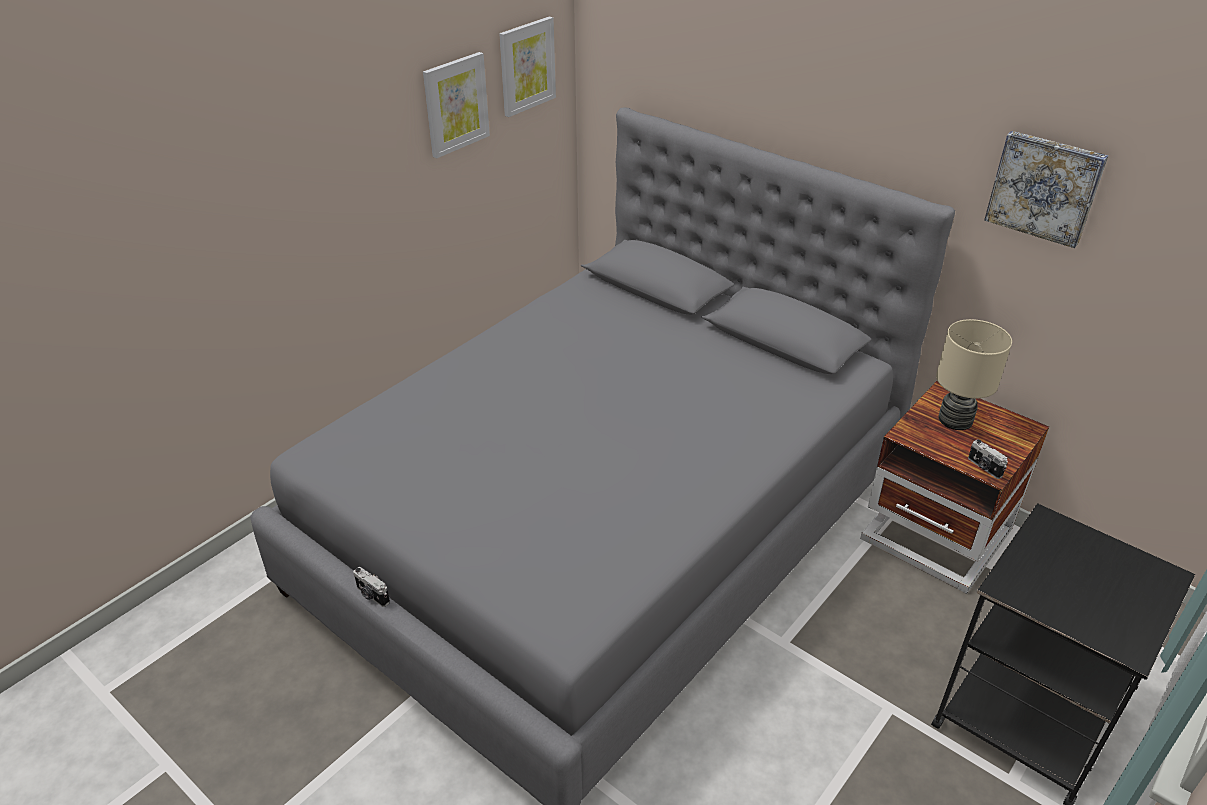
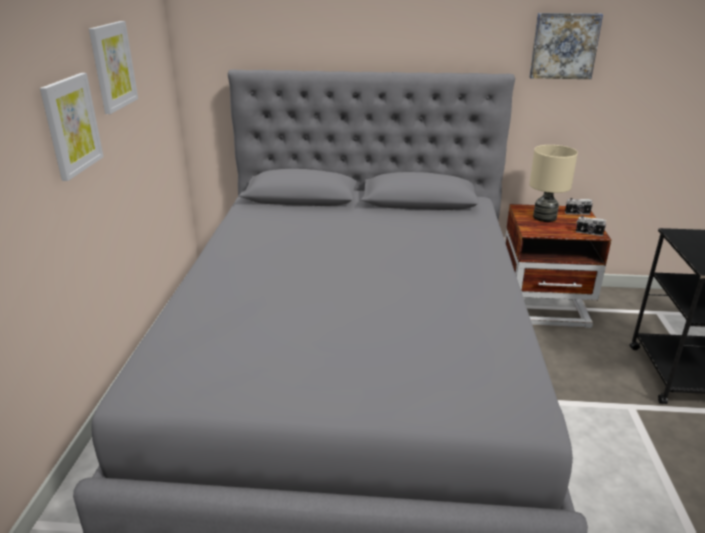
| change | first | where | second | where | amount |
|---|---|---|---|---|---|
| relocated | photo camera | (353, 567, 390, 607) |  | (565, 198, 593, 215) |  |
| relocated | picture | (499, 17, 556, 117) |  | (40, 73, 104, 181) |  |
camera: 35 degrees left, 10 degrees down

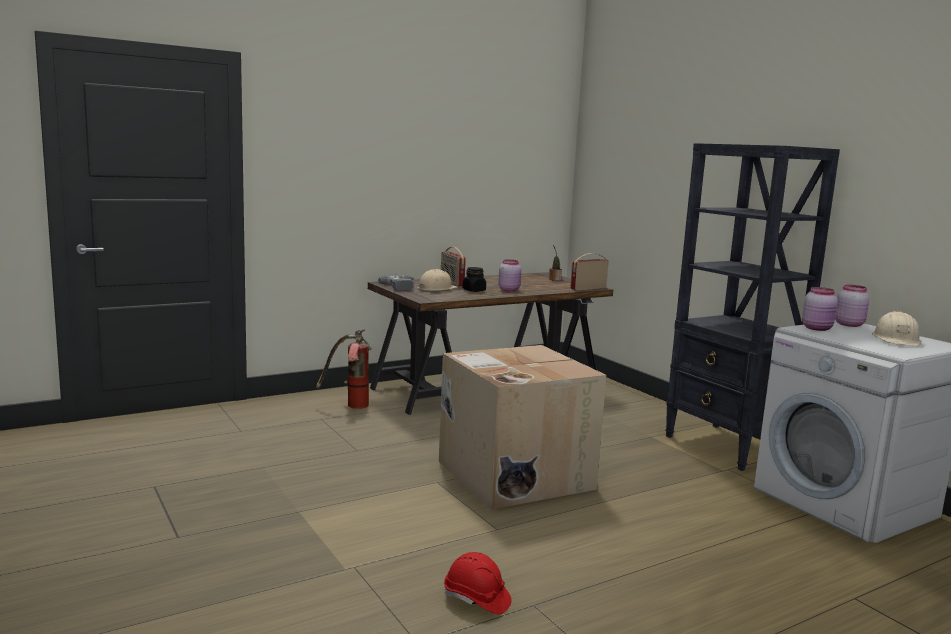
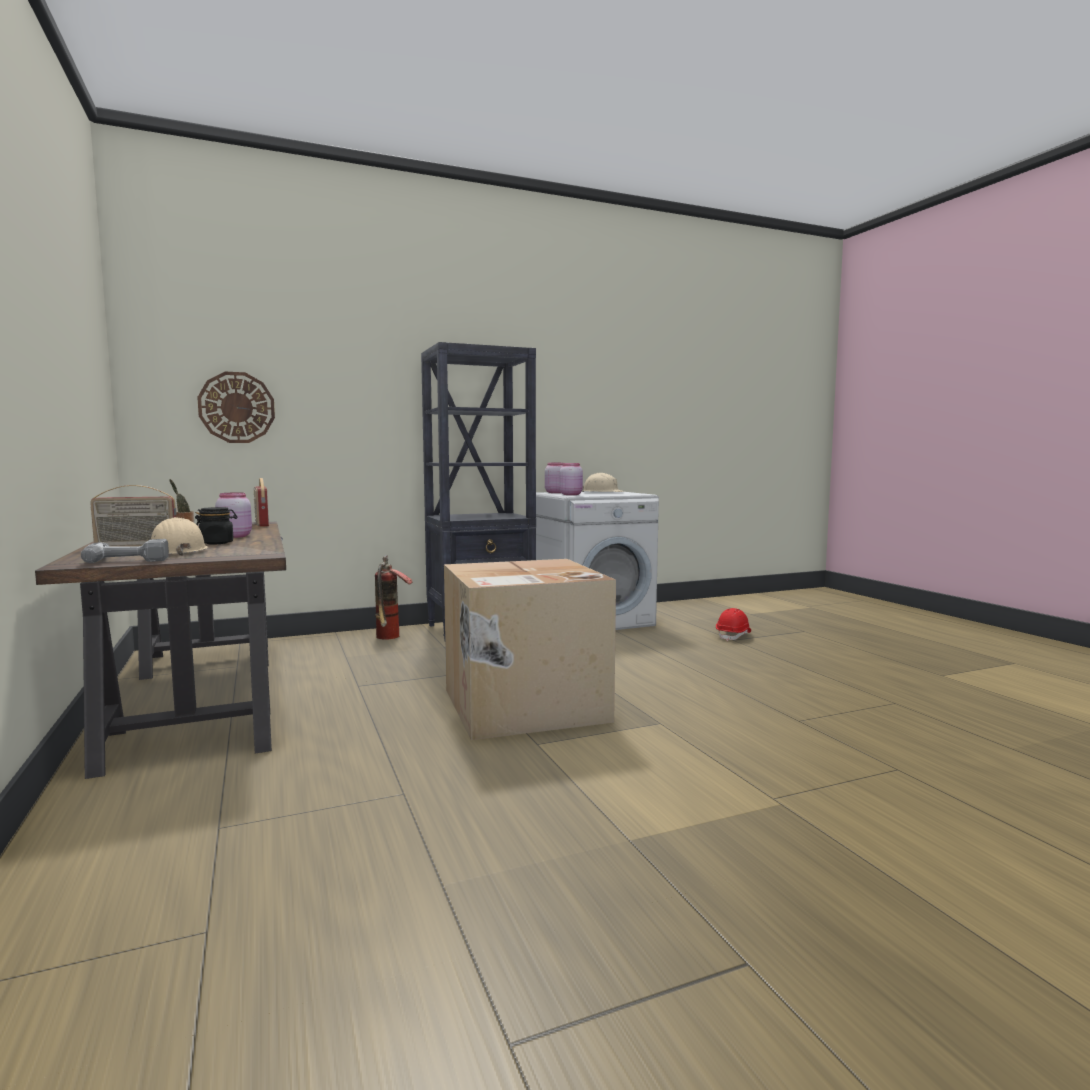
| change | first | where | second | where | amount |
|---|---|---|---|---|---|
| appeared |  |  | clock on the wall | (197, 372, 275, 443) |  |
| relocated | fire extinguisher | (316, 329, 372, 409) |  | (375, 555, 413, 640) |  |
| relocated | reddish work helmet | (444, 552, 512, 614) |  | (716, 608, 751, 641) |  |
camera: 80 degrees left, 5 degrees down

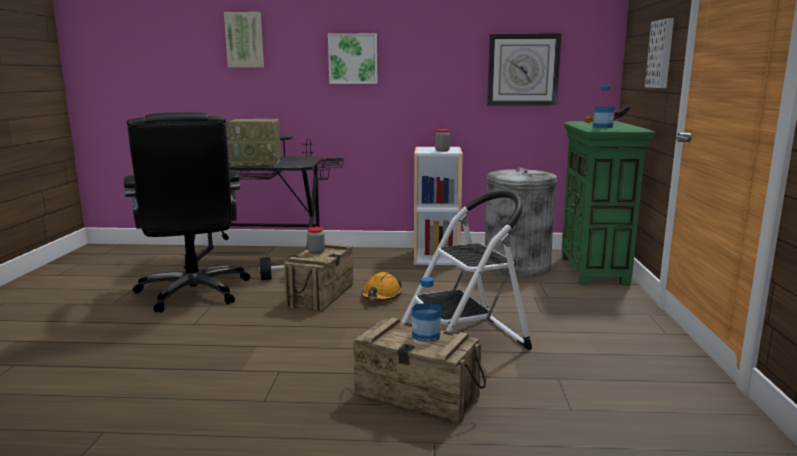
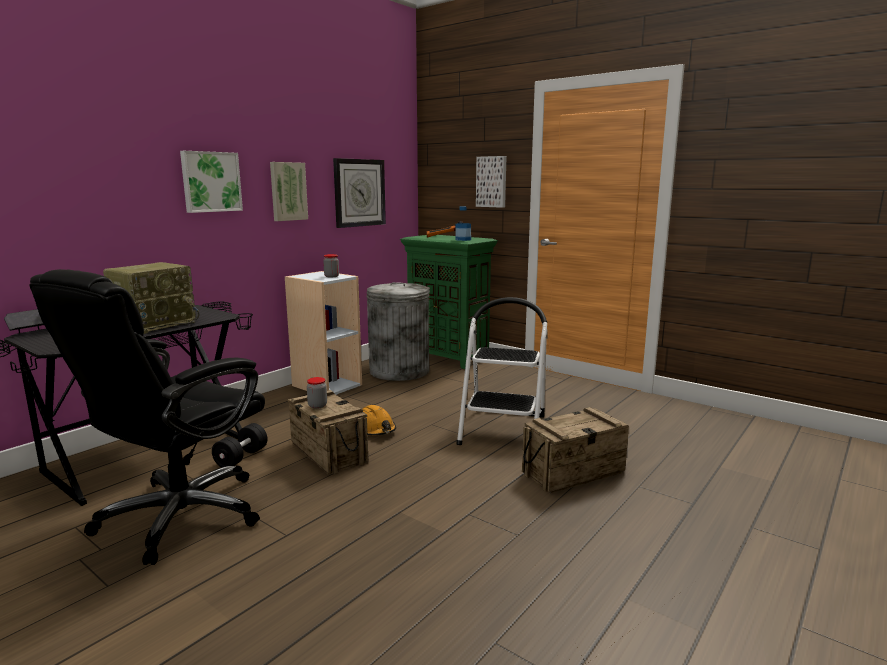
| change | first | where | second | where | amount |
|---|---|---|---|---|---|
| missing | bottle | (412, 277, 441, 342) |  |  |  |
| relocated | picture | (224, 12, 264, 67) |  | (270, 162, 308, 221) |  |
| spun | black-coloured office chair | (124, 112, 250, 313) |  | (29, 269, 265, 565) | 105 degrees clockwise |
camera: 55 degrees left, 0 degrees up

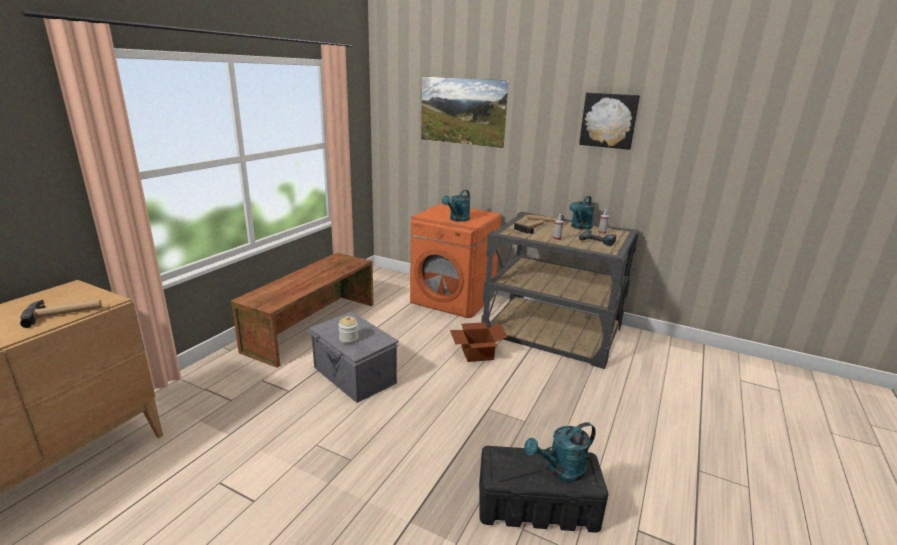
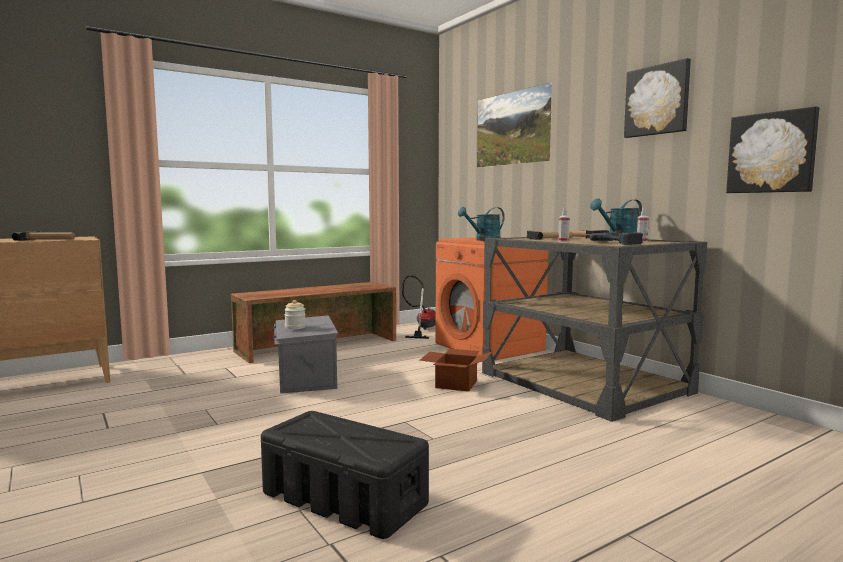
| change | first | where | second | where | amount |
|---|---|---|---|---|---|
| missing | blue-green sprinkling can | (524, 422, 596, 482) |  |  |  |
| appeared |  |  | hoover | (402, 275, 436, 339) |  |
| appeared |  |  | picture | (726, 106, 819, 193) |  |
camera: 30 degrees right, 15 degrees down

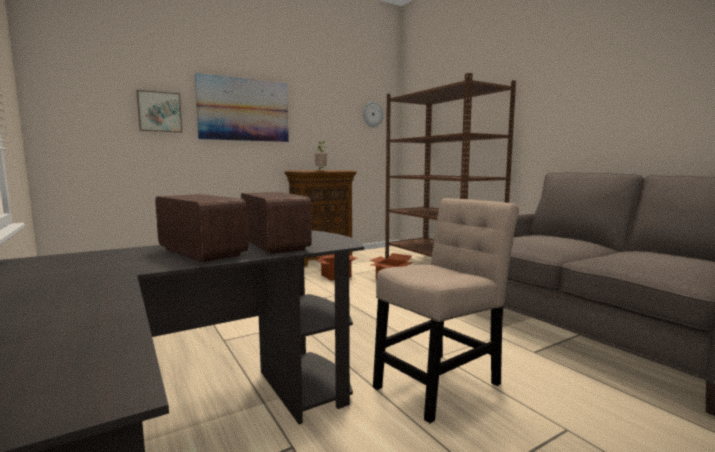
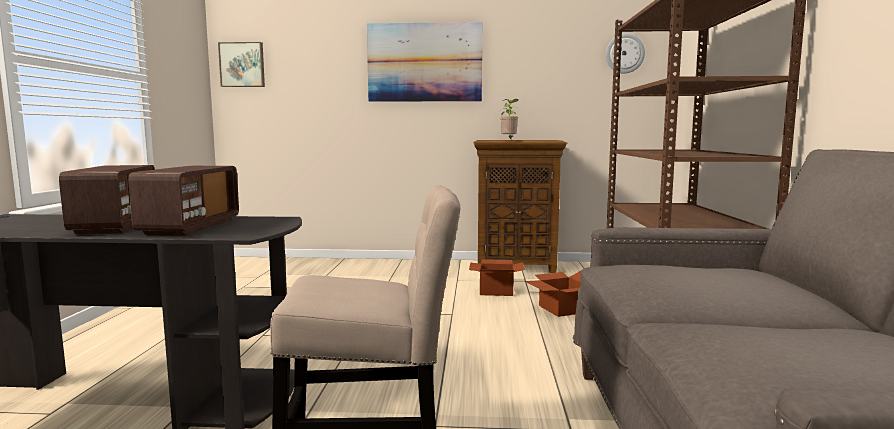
| change | first | where | second | where | amount |
|---|---|---|---|---|---|
| relocated | picture | (136, 90, 182, 132) |  | (218, 42, 265, 87) |  |
camera: 35 degrees right, 0 degrees up

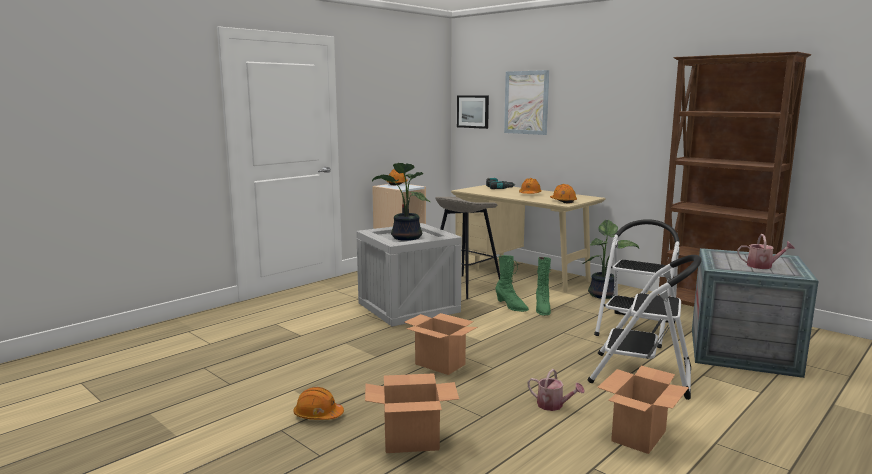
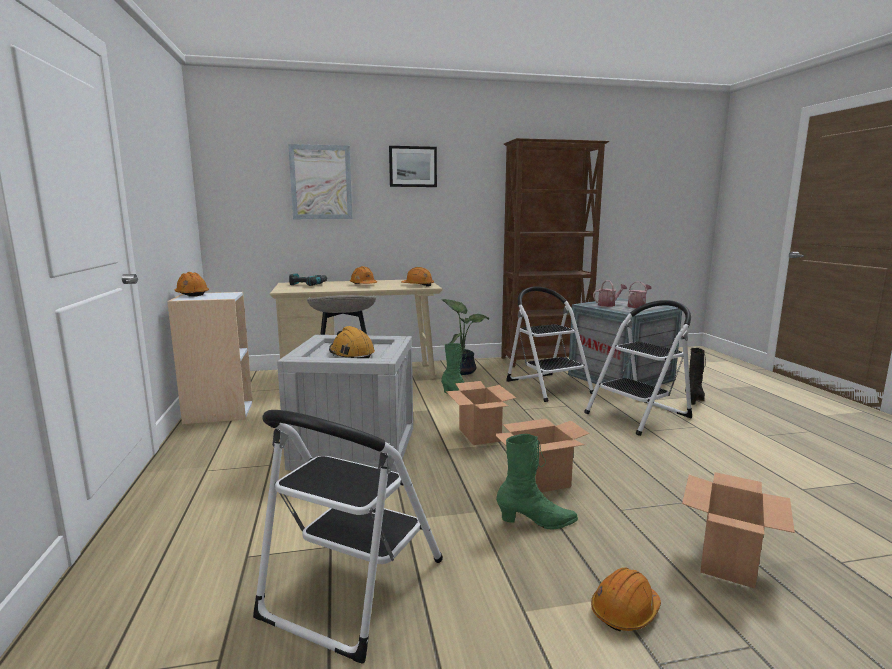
| change | first | where | second | where | amount |
|---|---|---|---|---|---|
| appeared |  |  | stepladder | (253, 410, 443, 664) |  |
| appeared |  |  | black-coloured tall boot | (685, 348, 706, 405) |  |
| relocated | picture | (457, 95, 489, 129) |  | (389, 146, 437, 187) |  |
| relocated | greenish tall boot | (495, 255, 529, 312) |  | (496, 434, 578, 529) |  |
| relocated | sprinkling can | (528, 369, 585, 411) |  | (593, 280, 627, 307) |  |
| relocated | packing box | (597, 366, 689, 454) |  | (446, 381, 516, 445) |  |
| exchanged | plant in a pot | (372, 163, 430, 241) | orangey work helmet | (329, 326, 375, 358) |  |
camera: 55 degrees left, 0 degrees up

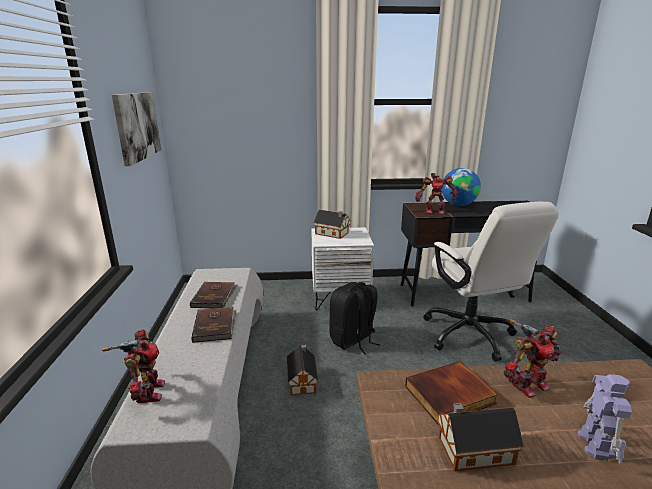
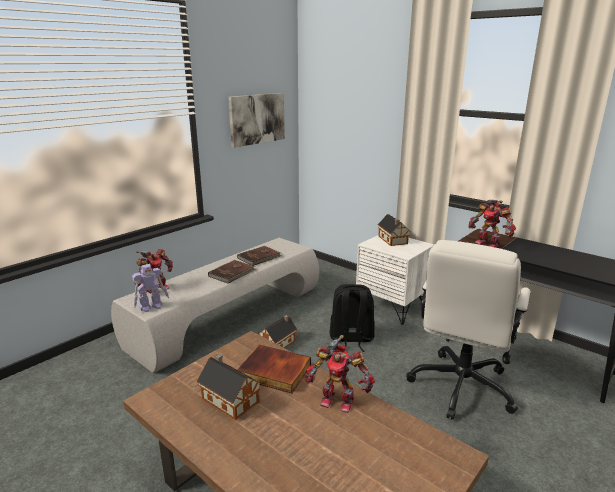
| change | first | where | second | where | amount |
|---|---|---|---|---|---|
| missing | desk globe | (441, 168, 481, 206) |  |  |  |
| relocated | toy robot | (577, 374, 632, 463) |  | (132, 264, 169, 312) |  |
camera: 45 degrees right, 0 degrees up

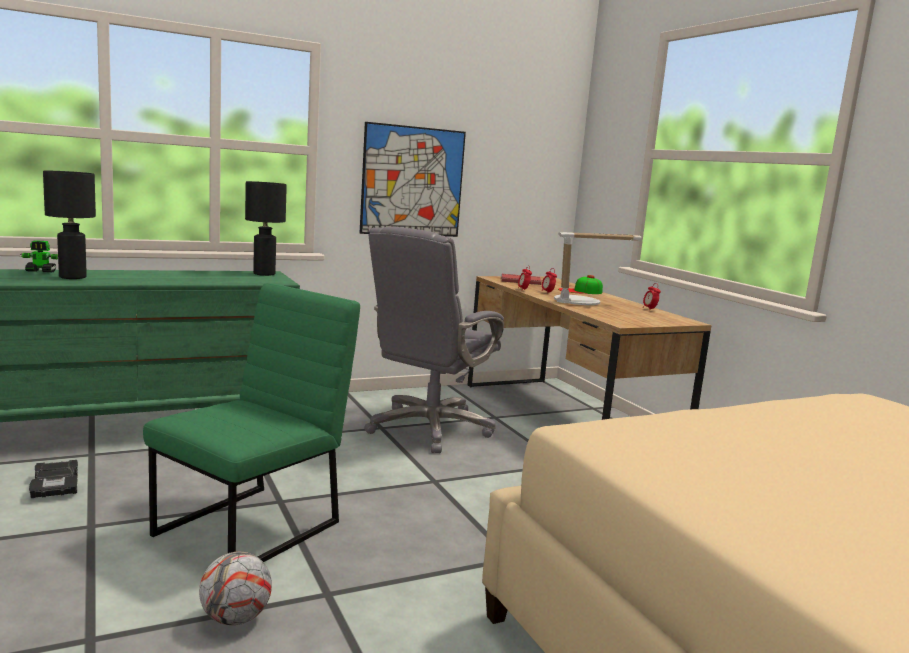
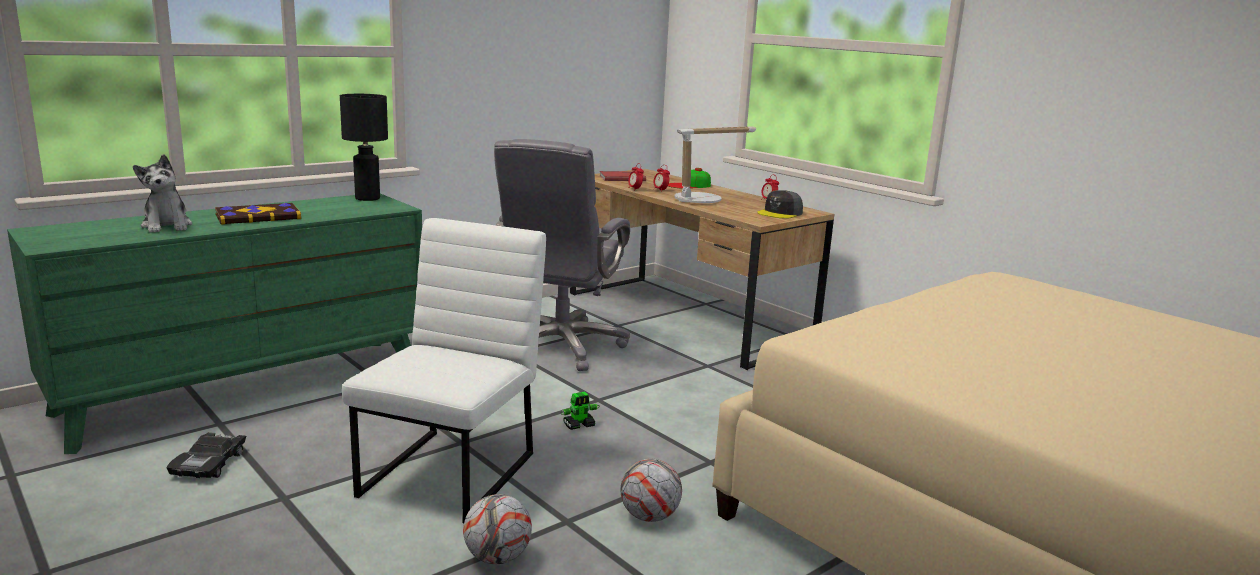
| change | first | where | second | where | amount |
|---|---|---|---|---|---|
| missing | picture | (360, 122, 466, 237) |  |  |  |
| appeared |  |  | bound book | (215, 203, 301, 225) |  |
| appeared |  |  | football | (620, 459, 682, 522) |  |
| appeared |  |  | gray peaked cap | (757, 190, 803, 219) |  |
| relocated | toy robot | (20, 240, 58, 273) |  | (560, 392, 600, 430) |  |
| exchanged | black-coloured tabletop lamp | (43, 171, 96, 279) | plush toy | (133, 154, 192, 233) |  |
| colour | greenish chair | (143, 283, 360, 562) | white chair | (342, 218, 546, 523) |  |
| spun | black-coloured toy car | (29, 460, 78, 498) |  | (166, 432, 246, 478) | 45 degrees clockwise |
camera: 15 degrees left, 5 degrees up

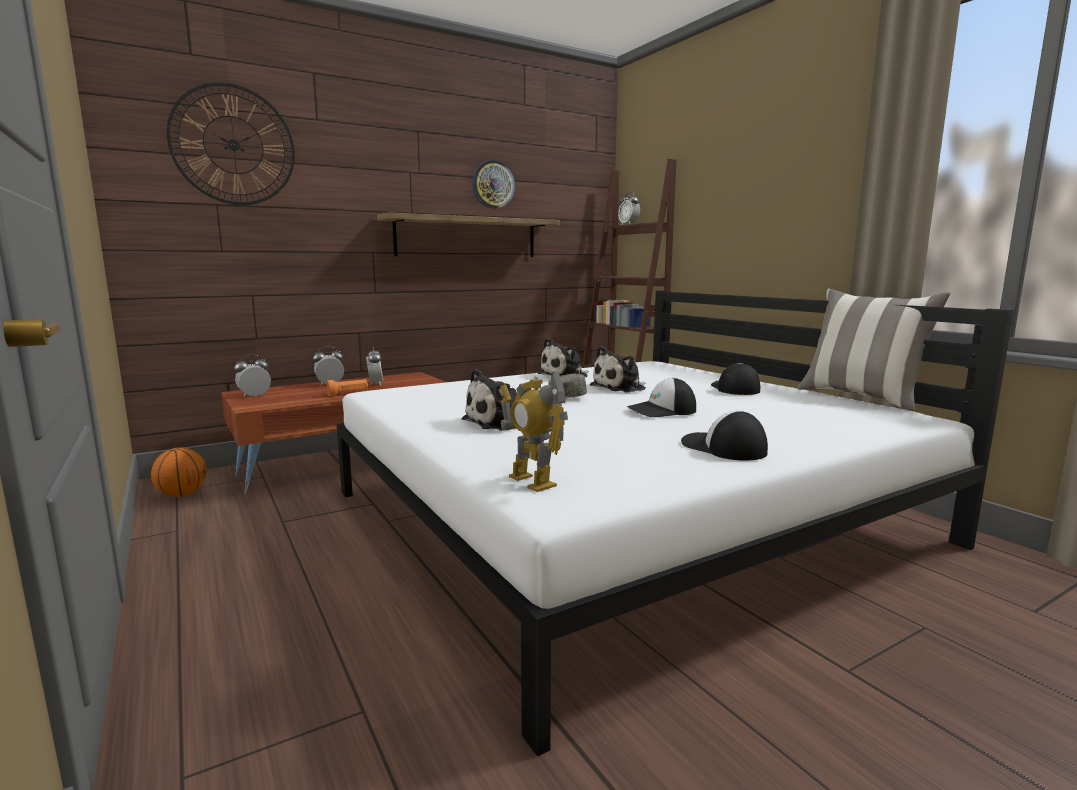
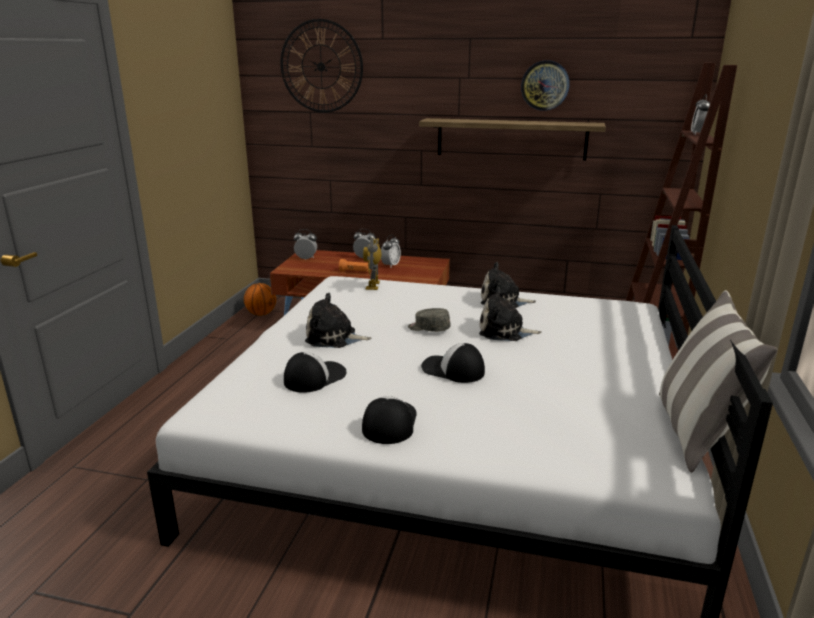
| change | first | where | second | where | amount |
|---|---|---|---|---|---|
| relocated | toy robot | (500, 372, 568, 492) |  | (363, 238, 381, 290) |  |
| relocated | peaked cap | (711, 363, 760, 395) |  | (284, 352, 347, 393) |  |
camera: 45 degrees right, 10 degrees up

